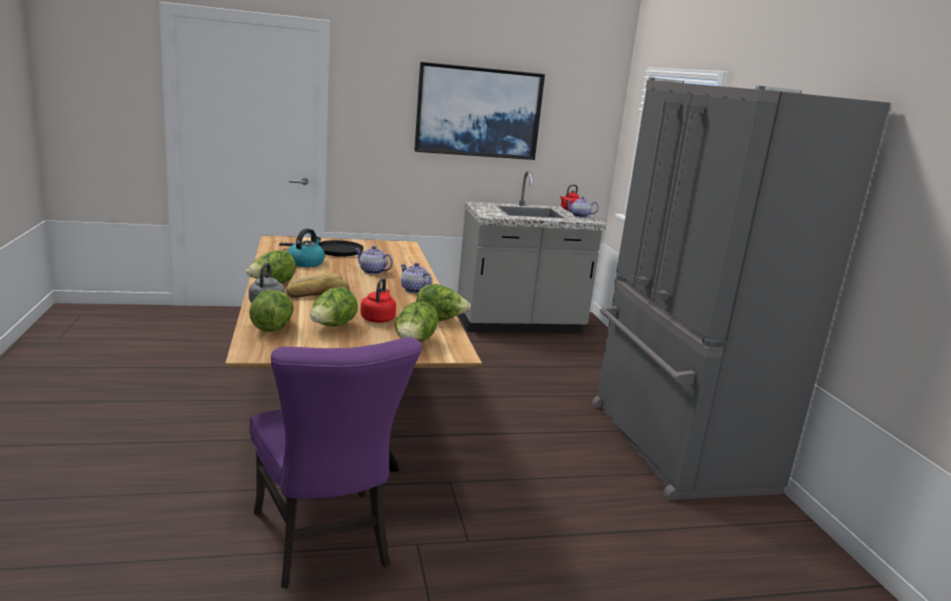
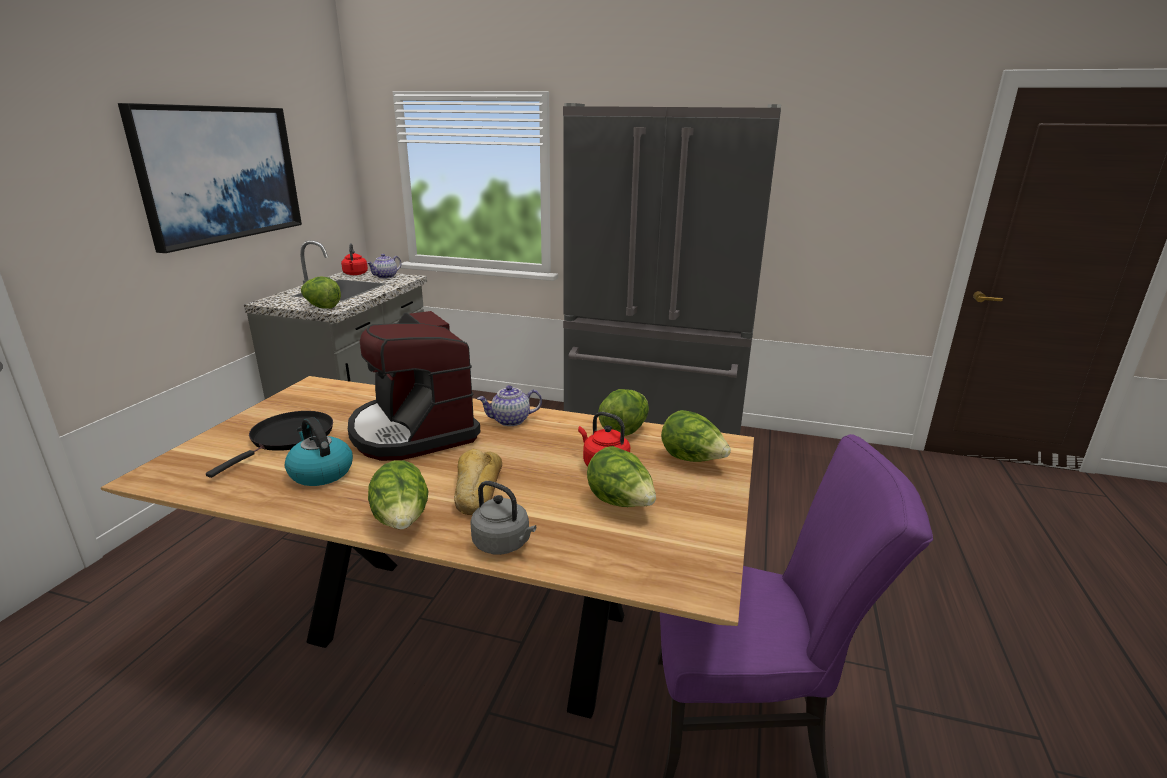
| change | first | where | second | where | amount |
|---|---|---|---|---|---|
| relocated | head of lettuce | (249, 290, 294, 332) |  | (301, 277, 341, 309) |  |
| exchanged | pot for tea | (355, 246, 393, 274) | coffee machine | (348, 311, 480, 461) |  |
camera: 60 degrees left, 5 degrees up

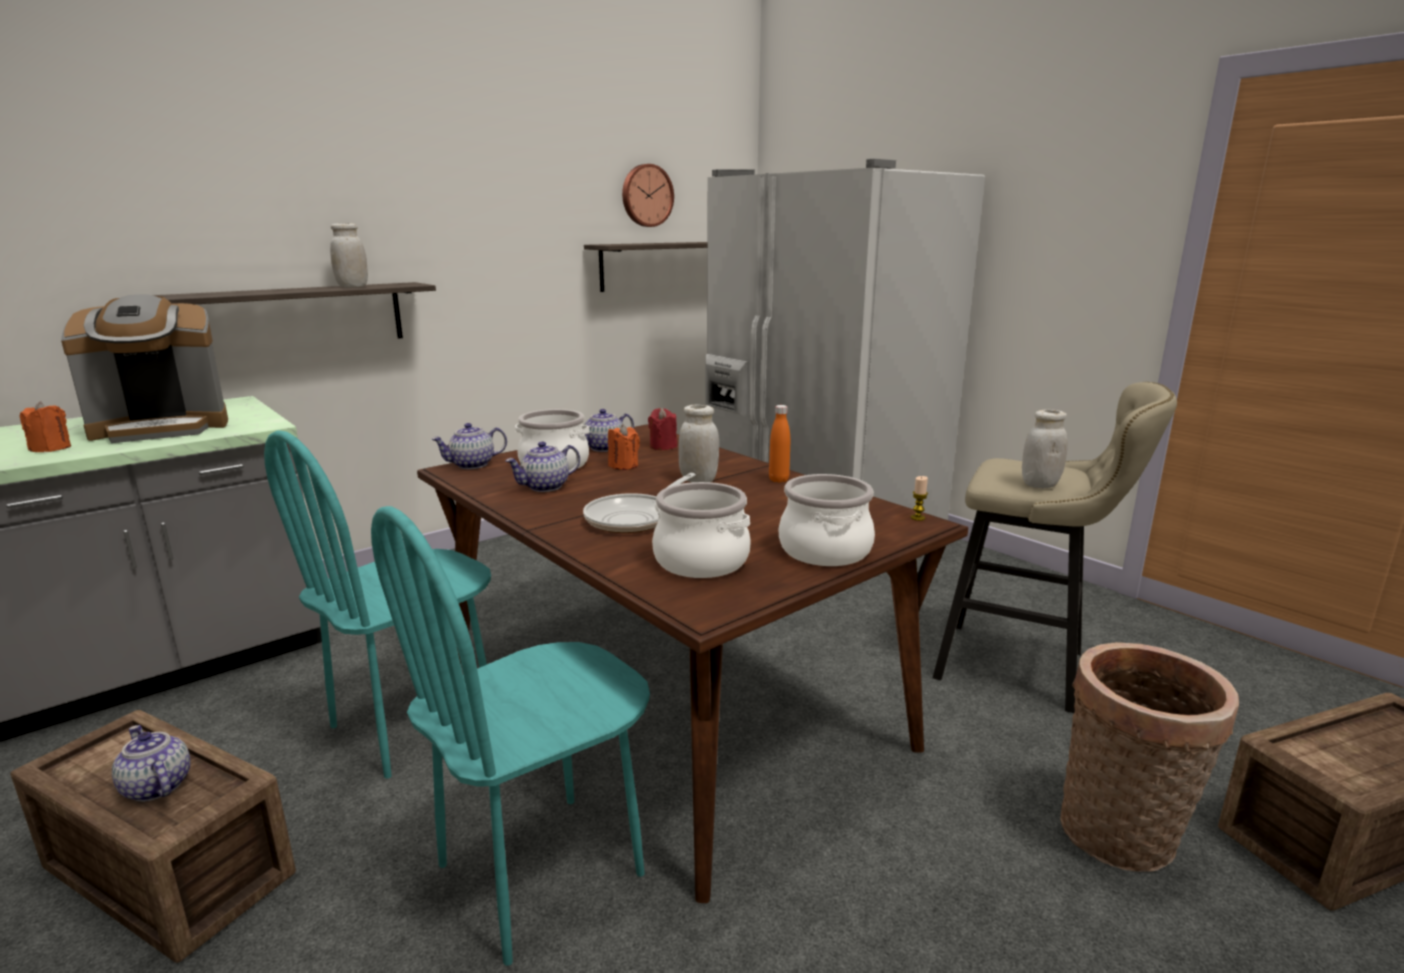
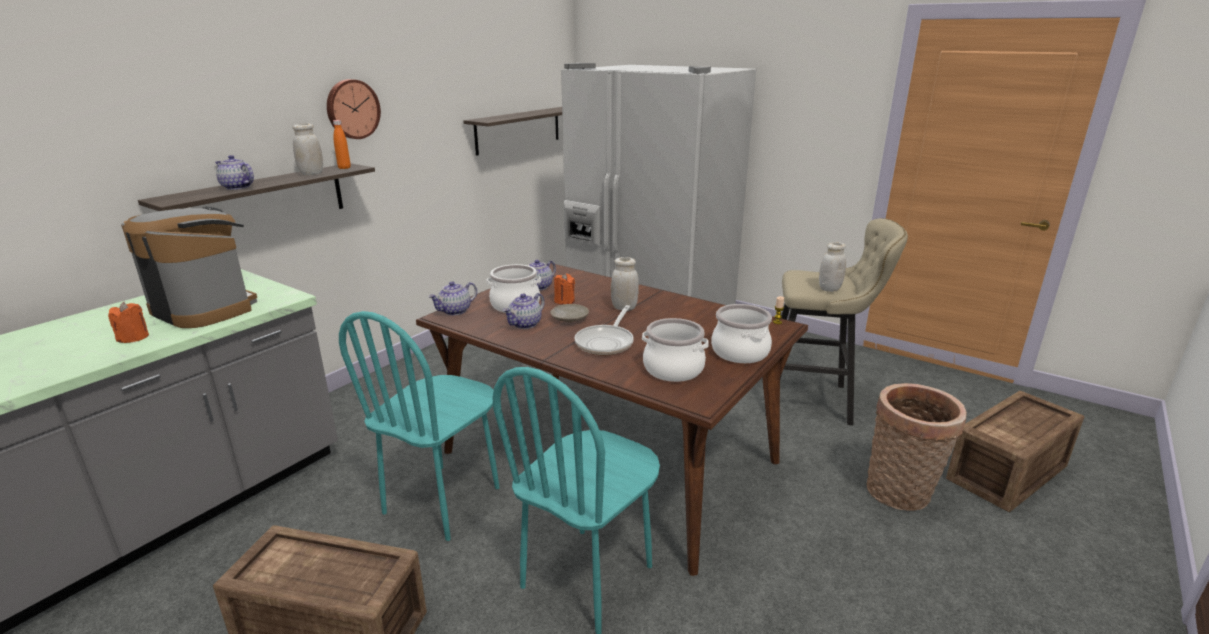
| change | first | where | second | where | amount |
|---|---|---|---|---|---|
| missing | reddish wax light | (648, 408, 677, 450) |  |  |  |
| appeared |  |  | beige-coloured plate | (550, 304, 589, 322) |  |
| relocated | pot for tea | (112, 725, 190, 802) |  | (215, 155, 254, 190) |  |
| relocated | clock on the wall | (622, 164, 674, 227) |  | (327, 79, 381, 139) |  |
| relocated | orangey bottle | (769, 405, 790, 483) |  | (333, 120, 351, 169) |  |
| spun | coffee machine | (61, 294, 228, 443) |  | (121, 206, 257, 328) | 105 degrees counterclockwise |
camera: 15 degrees left, 5 degrees up

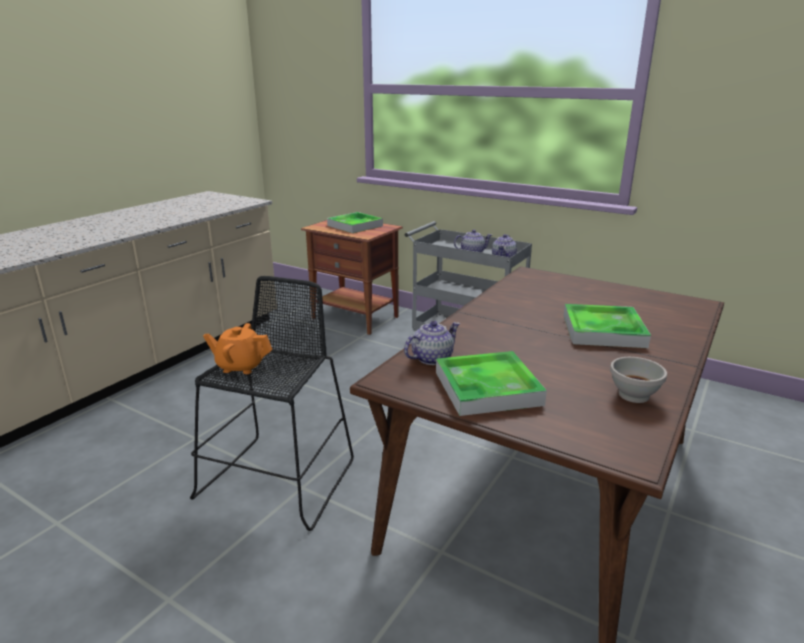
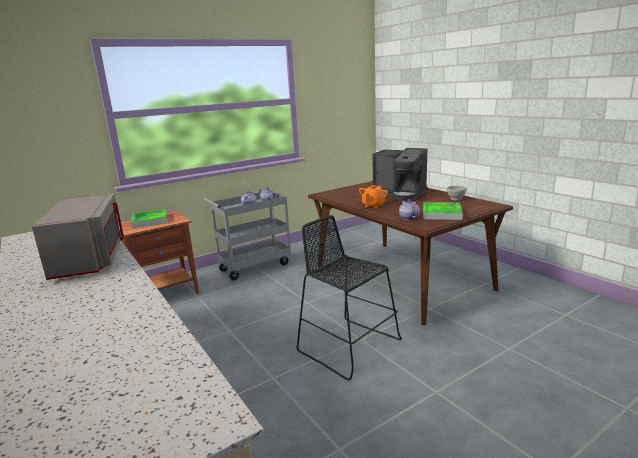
| change | first | where | second | where | amount |
|---|---|---|---|---|---|
| appeared |  |  | gray microwave | (32, 193, 124, 280) |  |
| relocated | orangey pot for tea | (203, 323, 272, 374) |  | (359, 185, 388, 208) |  |
| exchanged | serving tray | (564, 304, 651, 348) | coffee machine | (372, 148, 428, 201) |  |
camera: 65 degrees left, 5 degrees down

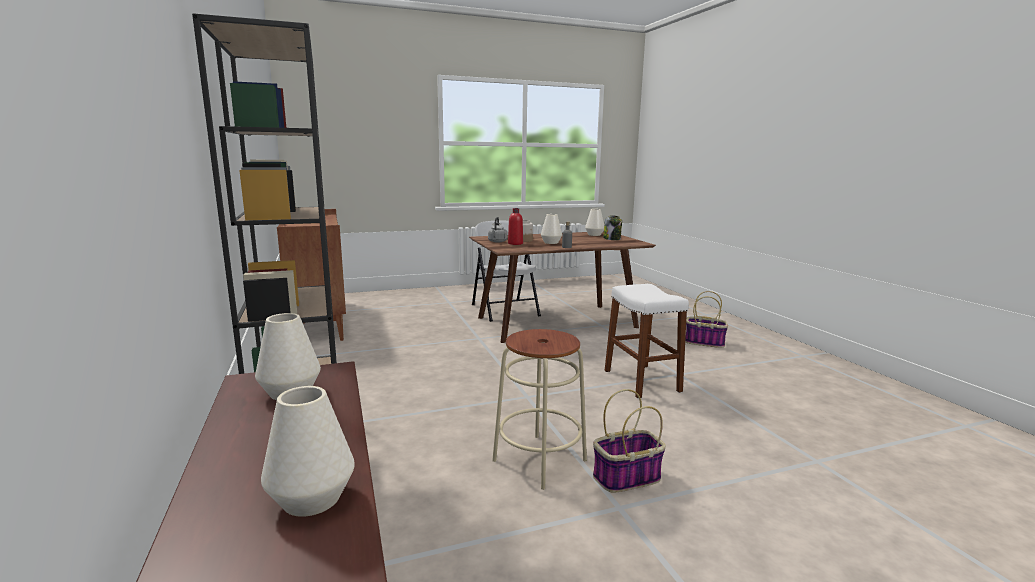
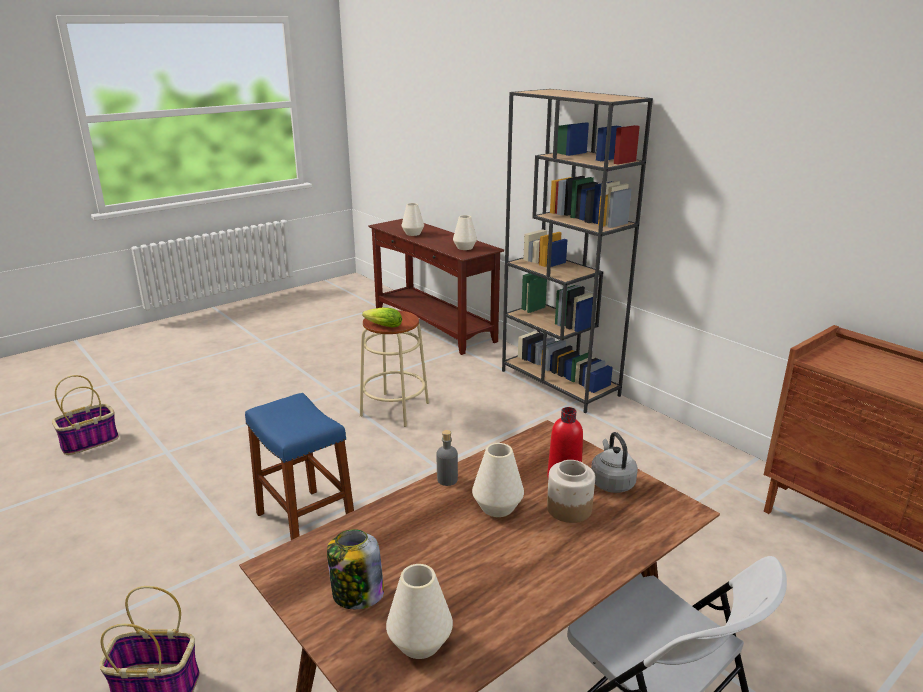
| change | first | where | second | where | amount |
|---|---|---|---|---|---|
| appeared |  |  | head of lettuce | (362, 308, 402, 328) |  |
| relocated | household basket | (593, 389, 666, 493) |  | (52, 375, 119, 455) |  |
| colour | white sitting stool | (605, 284, 689, 398) | blue sitting stool | (245, 393, 354, 540) |  |
camera: 160 degrees right, 10 degrees up

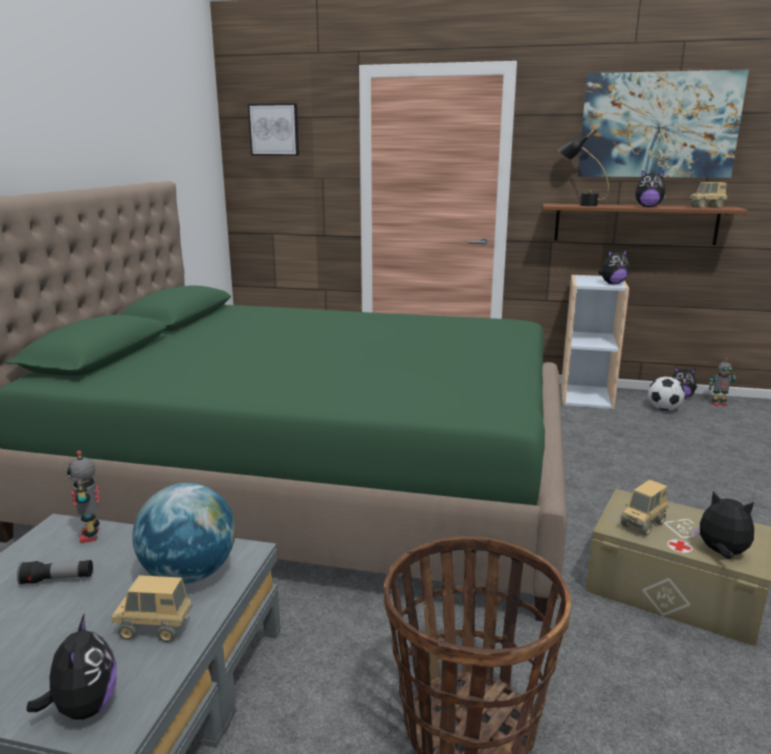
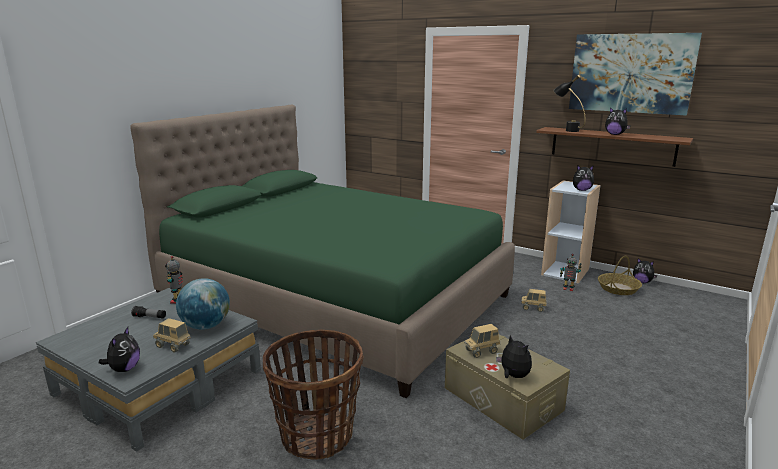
| change | first | where | second | where | amount |
|---|---|---|---|---|---|
| missing | picture | (248, 103, 299, 156) |  |  |  |
| relocated | toy truck | (690, 182, 727, 208) |  | (521, 289, 547, 312) |  |
| relocated | toy robot | (709, 358, 737, 406) |  | (560, 254, 582, 291) |  |
| exchanged | football | (648, 377, 685, 411) | household basket | (598, 256, 642, 295) |  |
camera: 20 degrees right, 0 degrees up

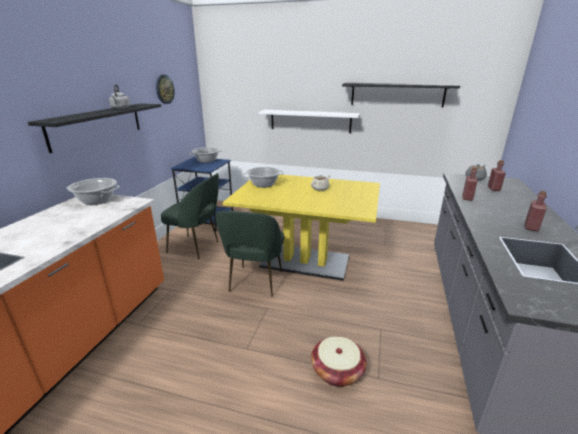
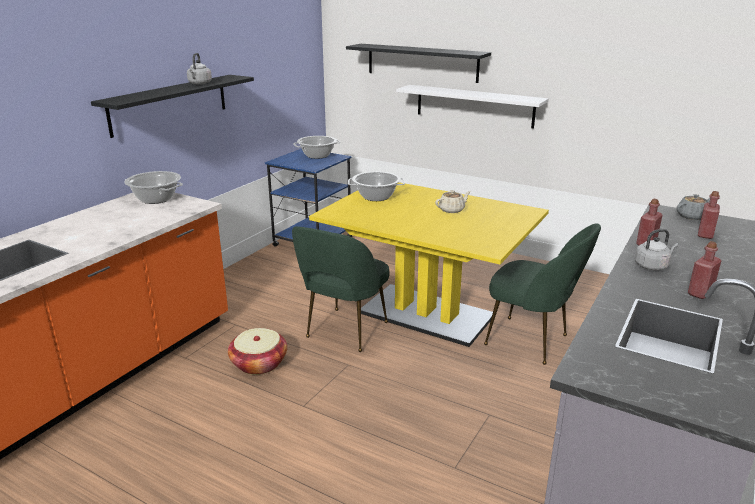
| change | first | where | second | where | amount |
|---|---|---|---|---|---|
| missing | clock on the wall | (156, 75, 175, 104) |  |  |  |
| appeared |  |  | gray tea kettle | (635, 229, 679, 271) |  |
| relocated | greenish chair | (161, 173, 219, 259) |  | (484, 223, 601, 365) |  |
| relocated | household basket | (311, 337, 367, 387) |  | (228, 328, 287, 375) |  |
| relocated | black-coloured wall shelf | (342, 83, 460, 108) |  | (346, 44, 491, 83) |  |
camera: 15 degrees right, 0 degrees up

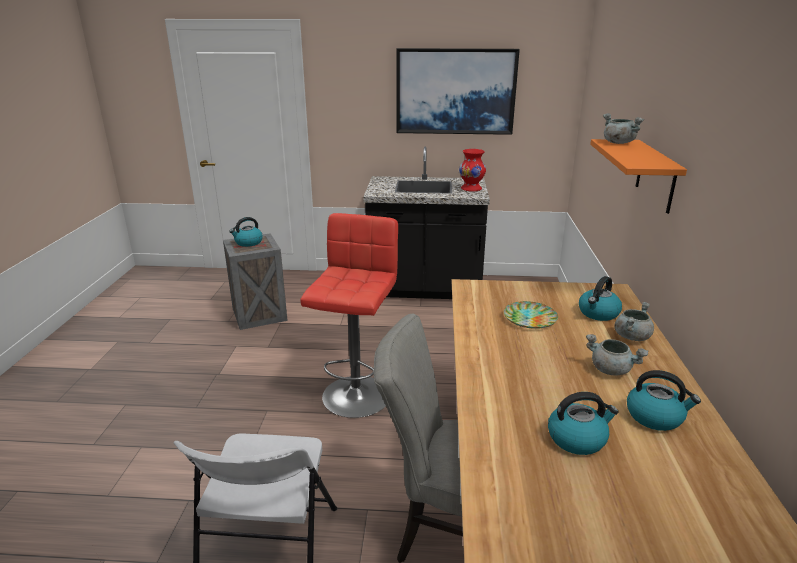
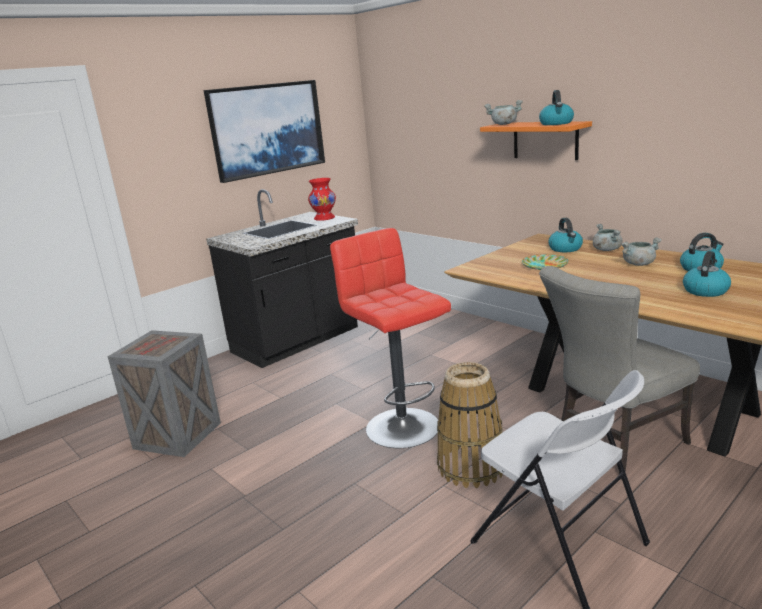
| change | first | where | second | where | amount |
|---|---|---|---|---|---|
| appeared |  |  | household basket | (437, 362, 503, 488) |  |
| relocated | tea kettle | (229, 217, 263, 247) |  | (539, 90, 574, 125) |  |
camera: 45 degrees left, 5 degrees down

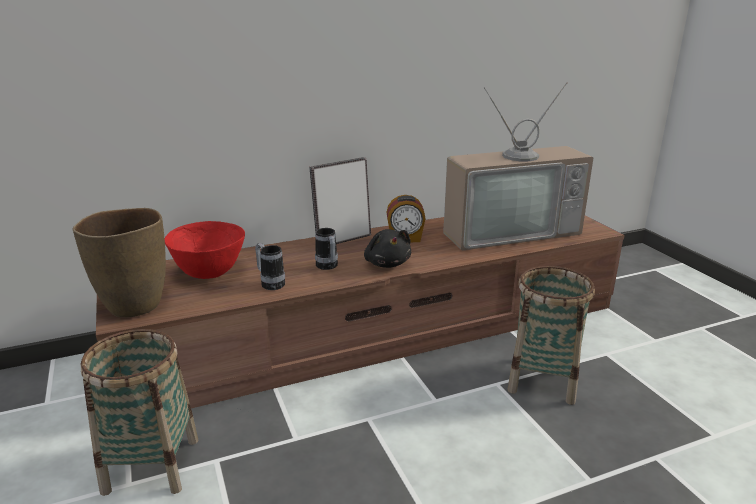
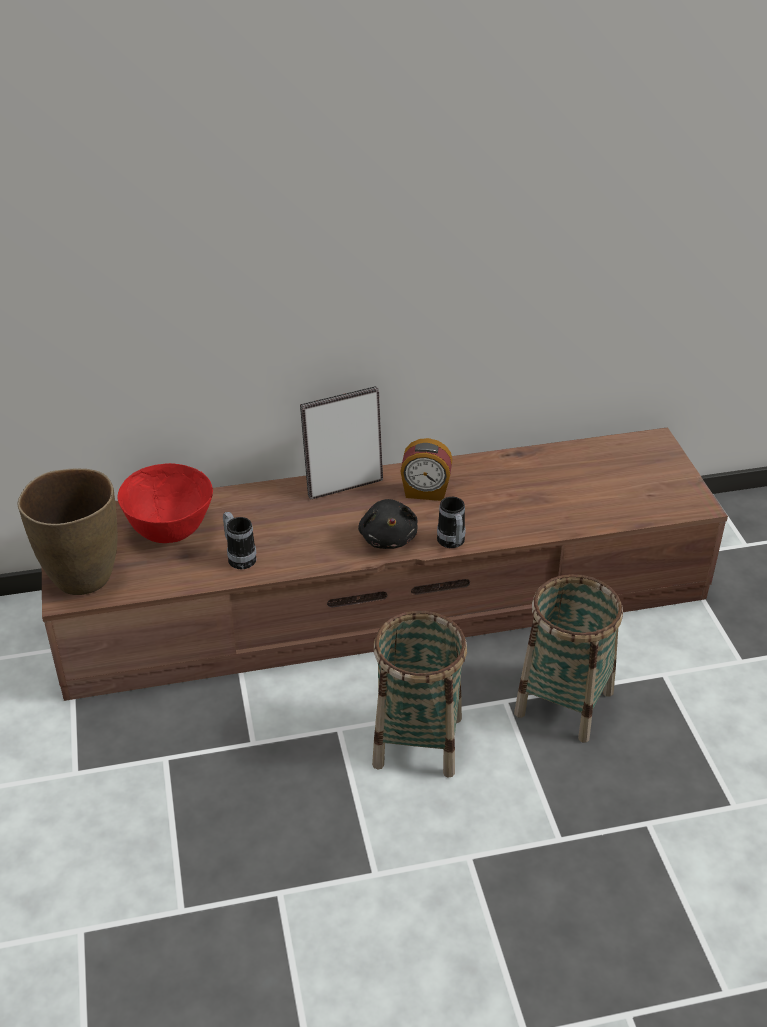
| change | first | where | second | where | amount |
|---|---|---|---|---|---|
| missing | TV set | (443, 82, 593, 250) |  |  |  |
| relocated | household basket | (81, 329, 199, 496) |  | (372, 611, 467, 778) |  |
| relocated | mug | (315, 228, 338, 270) |  | (437, 497, 466, 548) |  |
camera: 10 degrees right, 15 degrees up

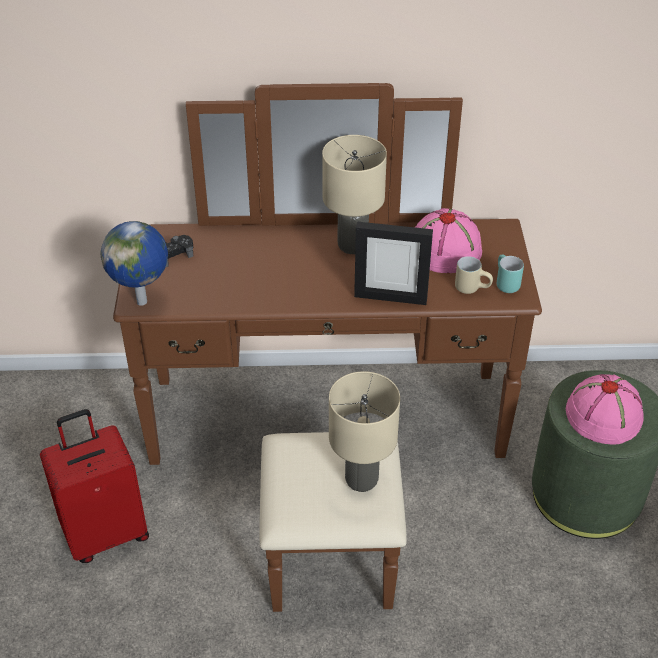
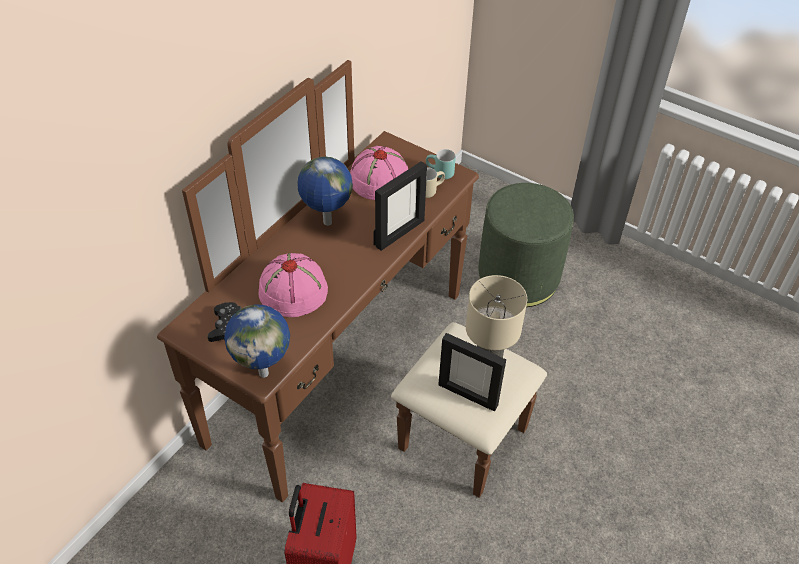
| change | first | where | second | where | amount |
|---|---|---|---|---|---|
| appeared |  |  | standing frame | (438, 333, 506, 412) |  |
| relocated | pinkish hat | (566, 374, 644, 444) |  | (258, 253, 328, 317) |  |
| exchanged | beige-coloured tabletop lamp | (322, 135, 387, 254) | desk globe | (297, 156, 353, 226) |  |
camera: 55 degrees left, 5 degrees up

